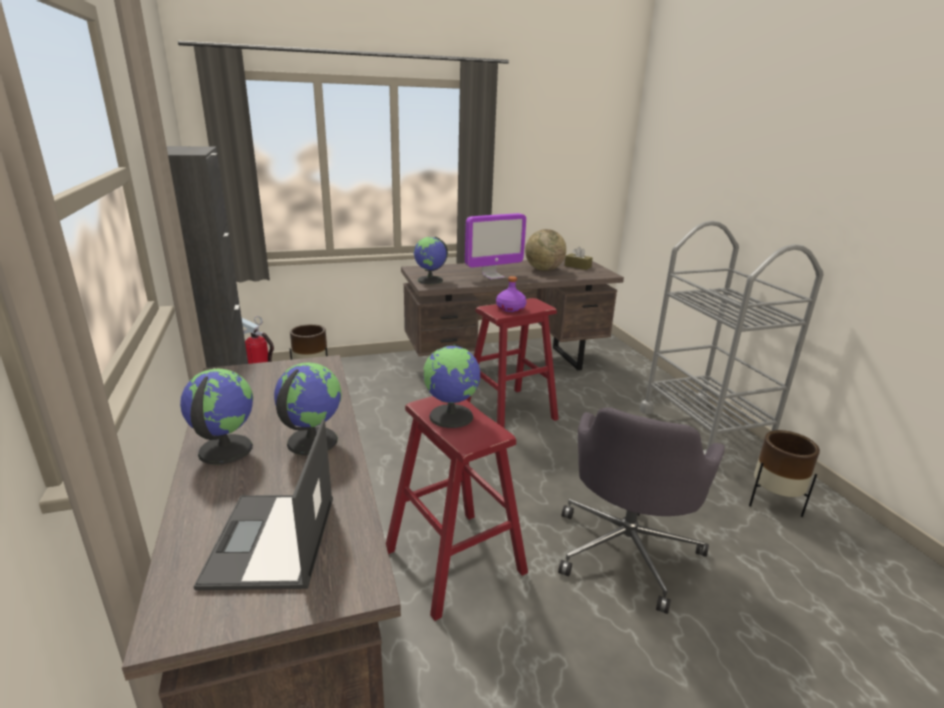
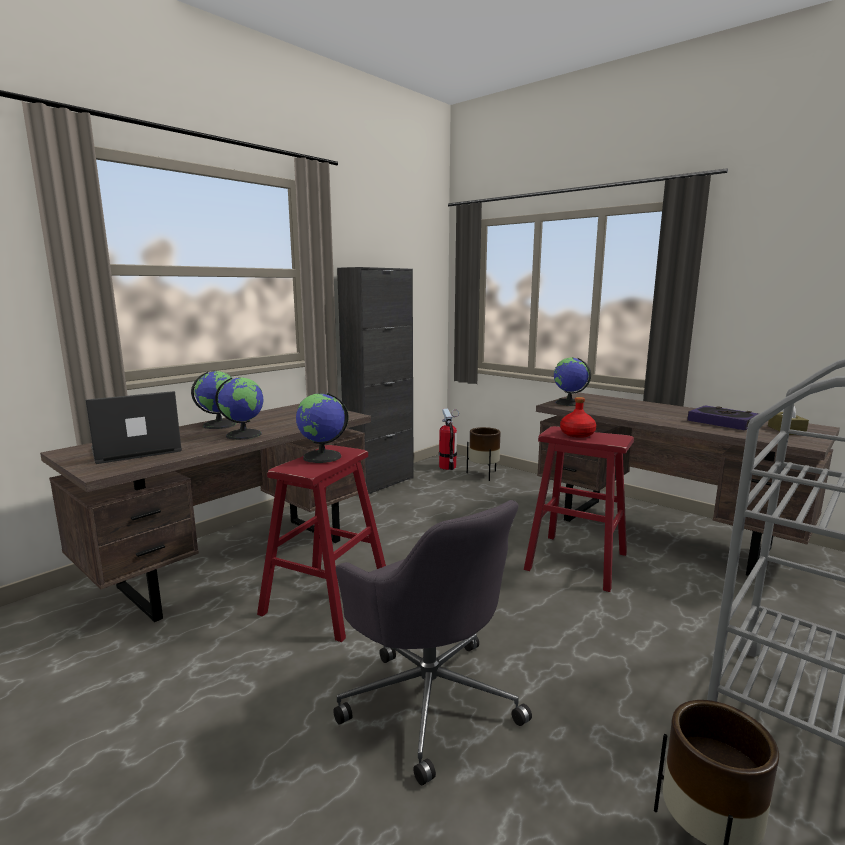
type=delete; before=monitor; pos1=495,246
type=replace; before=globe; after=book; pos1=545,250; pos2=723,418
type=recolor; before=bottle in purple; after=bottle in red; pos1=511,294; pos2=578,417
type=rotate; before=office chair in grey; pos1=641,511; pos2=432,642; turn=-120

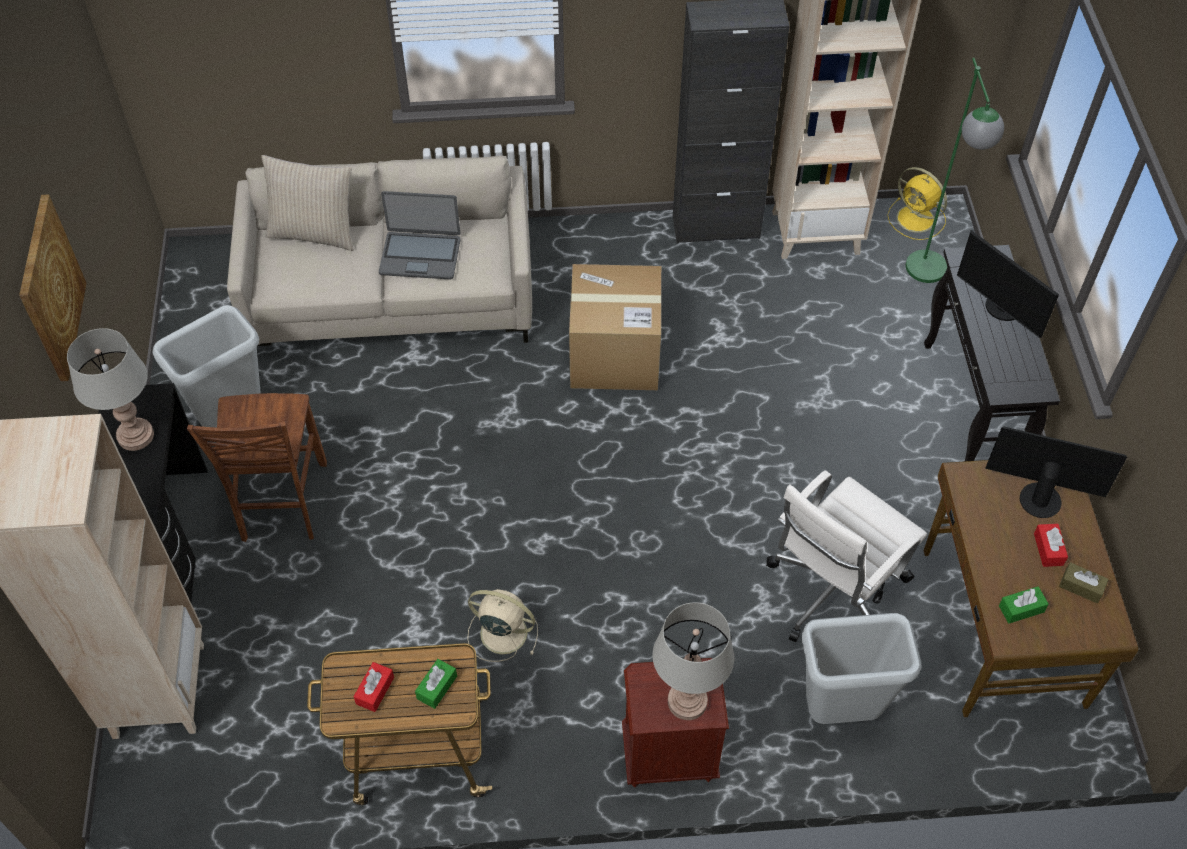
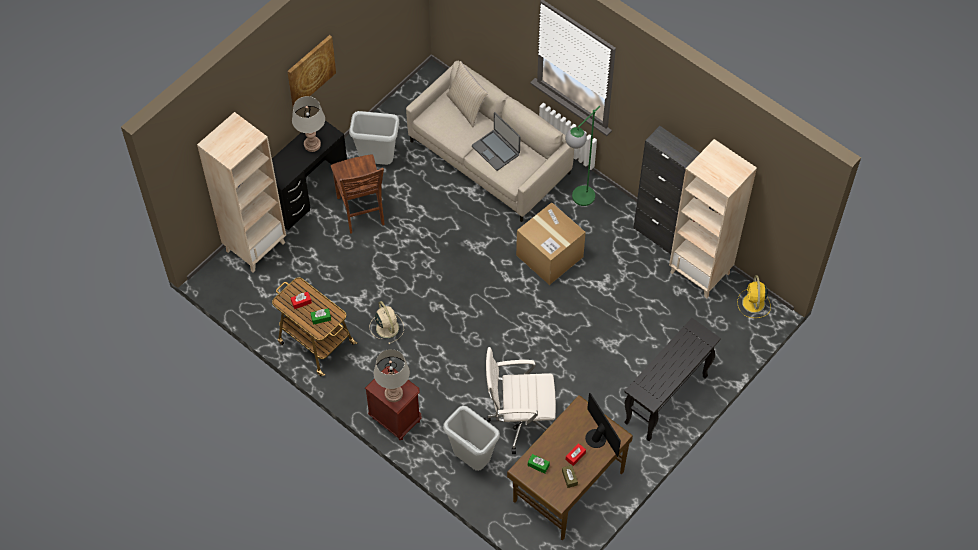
type=delete; before=monitor; pos1=1008,284
type=move; before=floor lamp in green; pos1=955,170; pos2=582,156
type=rotate; before=chair in brown; pos1=257,467; pos2=358,193; turn=-60

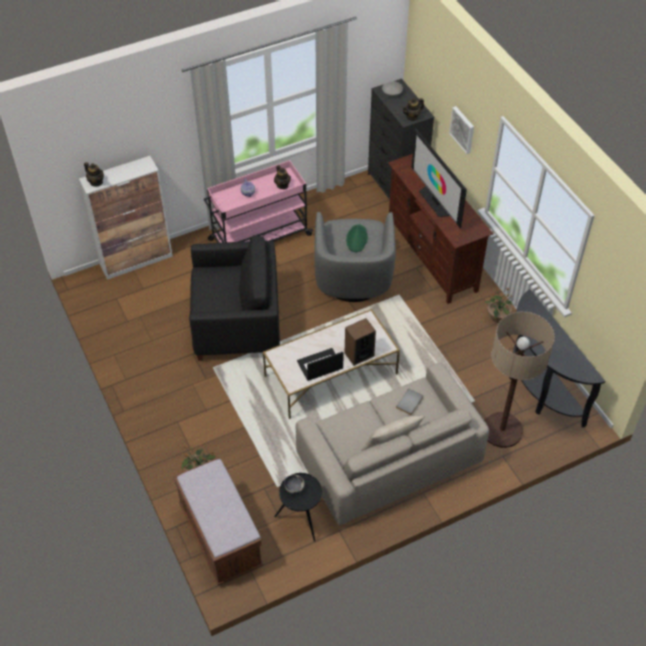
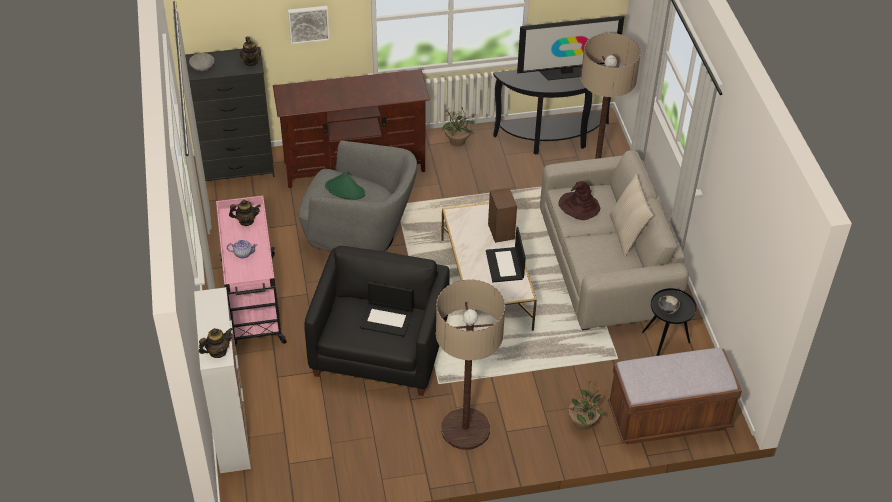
type=insert; after=laptop; pos2=386,309
type=insert; after=floor lamp; pos2=470,365
type=move; before=television; pos1=439,178; pos2=571,48
type=replace; before=book in grey; after=hat in brown; pos1=409,401; pos2=579,200

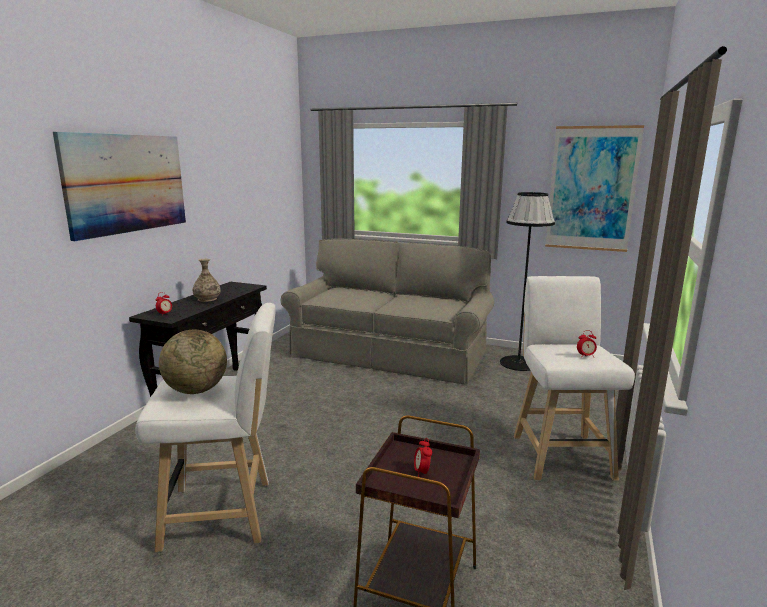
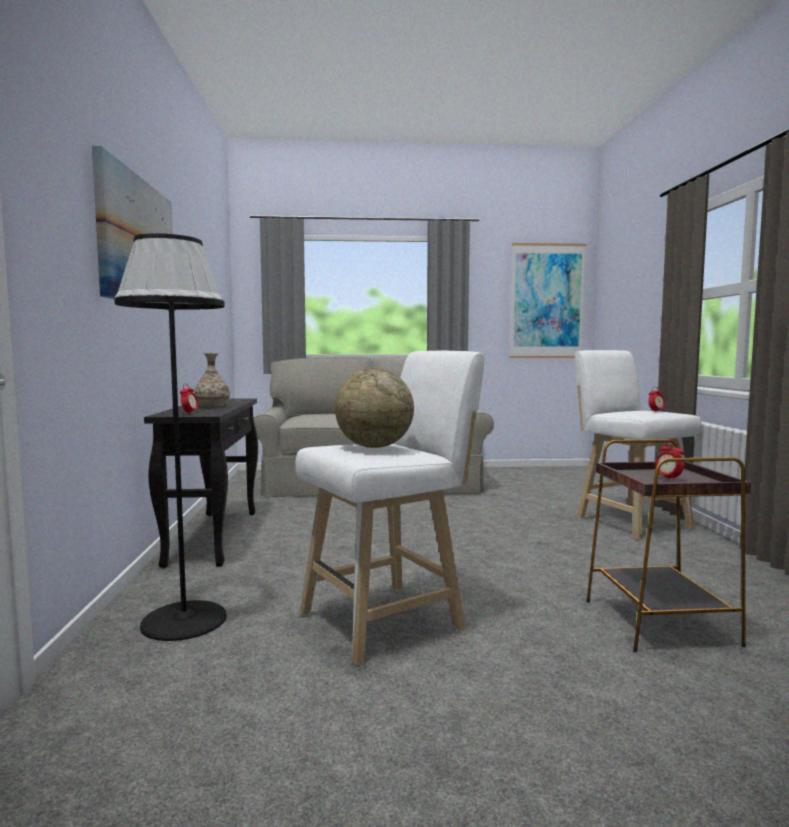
type=move; before=floor lamp in black; pos1=527,281; pos2=170,437

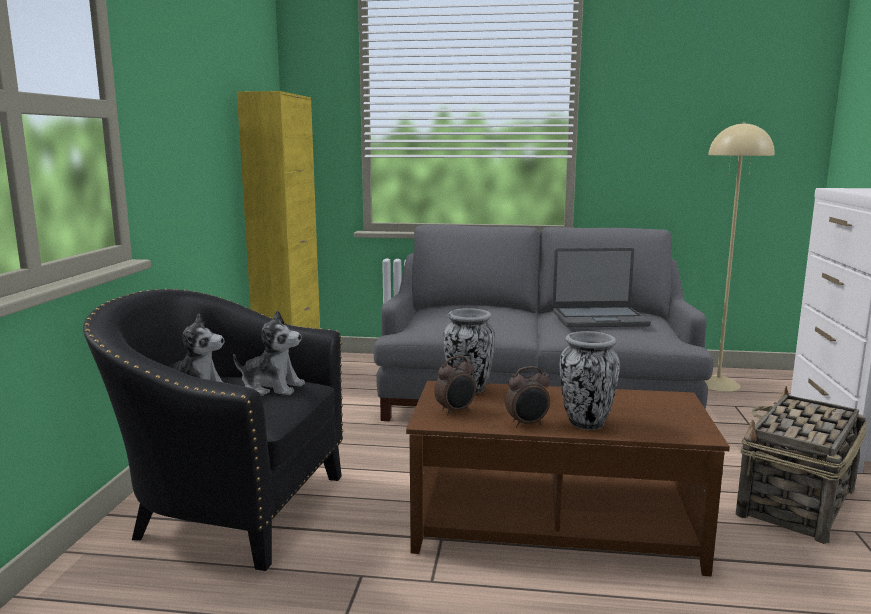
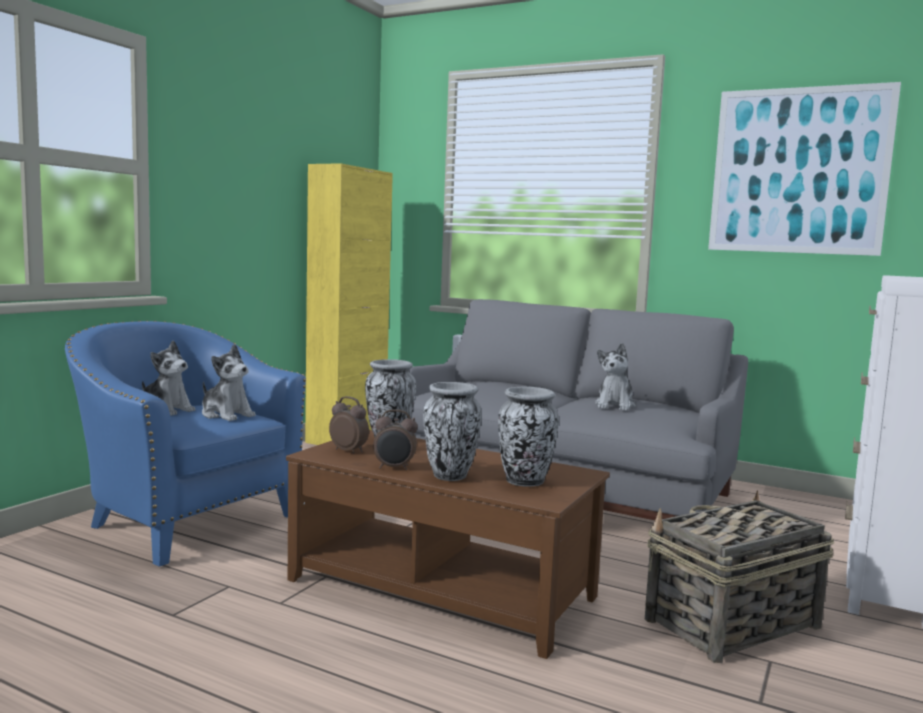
type=delete; before=floor lamp in beige; pos1=739,256
type=insert; after=vase; pos2=528,437
type=insert; after=picture; pos2=804,169
type=replace; before=laptop; after=plush toy; pos1=602,288; pos2=615,377
type=recolor; before=armchair in black; after=armchair in blue; pos1=213,429; pos2=185,444
type=rotate; before=alarm clock; pos1=455,385; pos2=349,425; turn=-135

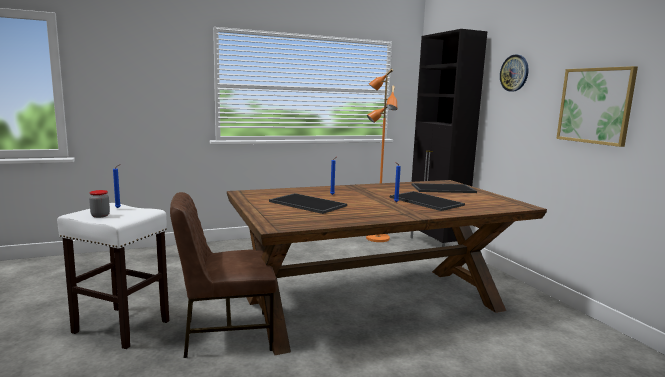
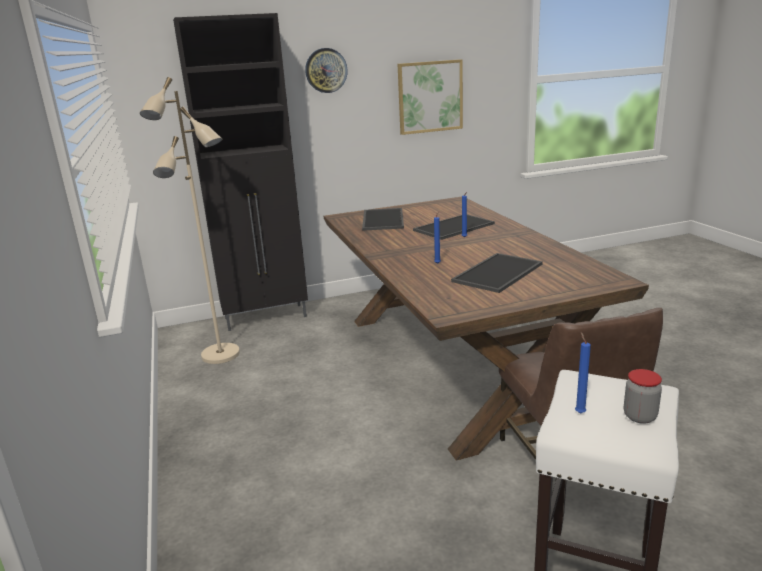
type=recolor; before=floor lamp in orange; after=floor lamp in beige; pos1=381,155; pos2=190,220

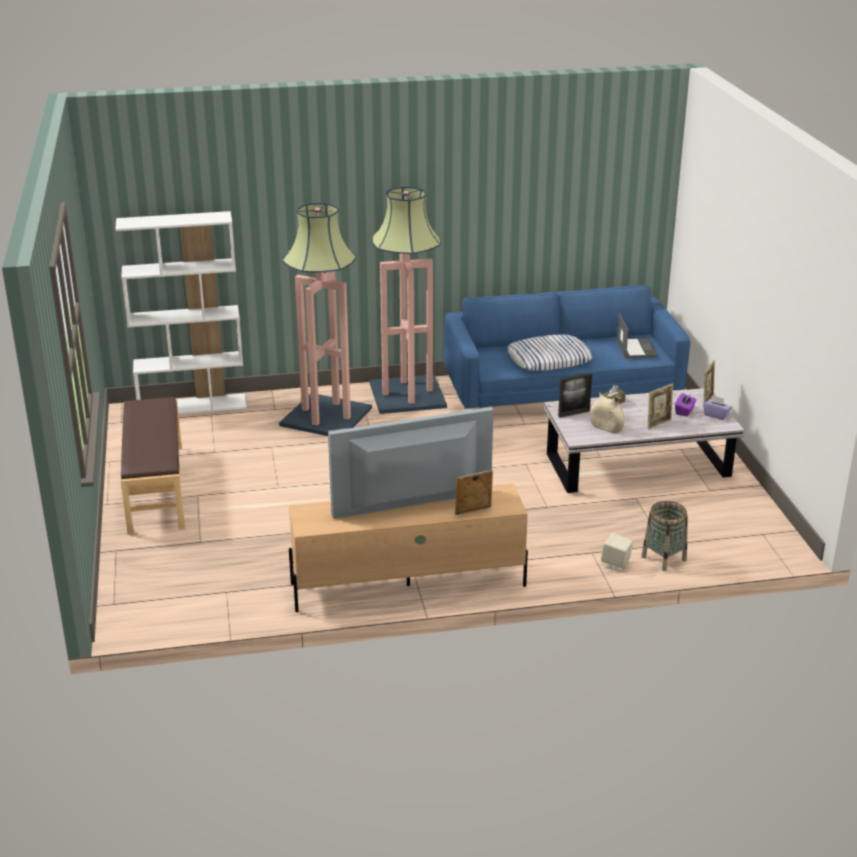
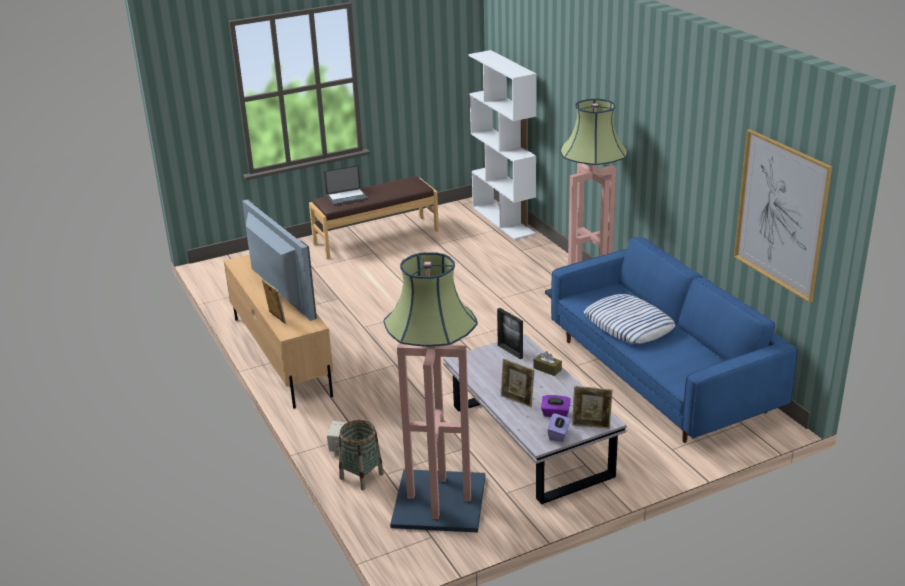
type=delete; before=vase in beige; pos1=607,412
type=insert; after=picture; pos2=783,216
type=move; before=floor lamp; pos1=325,319; pos2=434,392
type=move; before=laptop; pos1=637,336; pos2=346,185

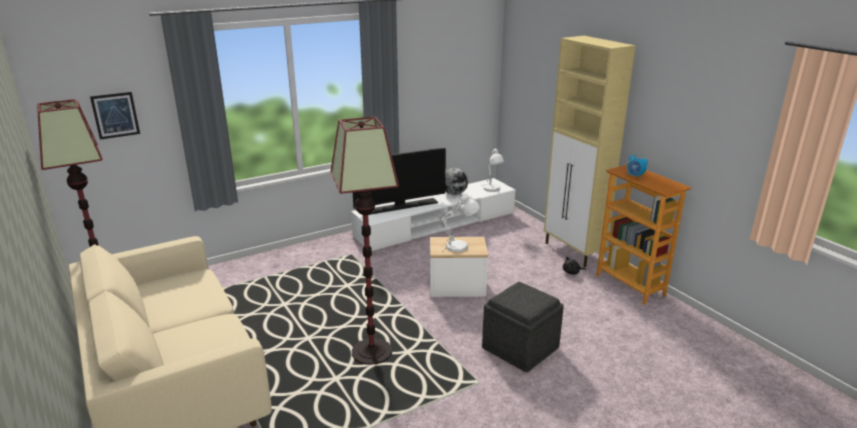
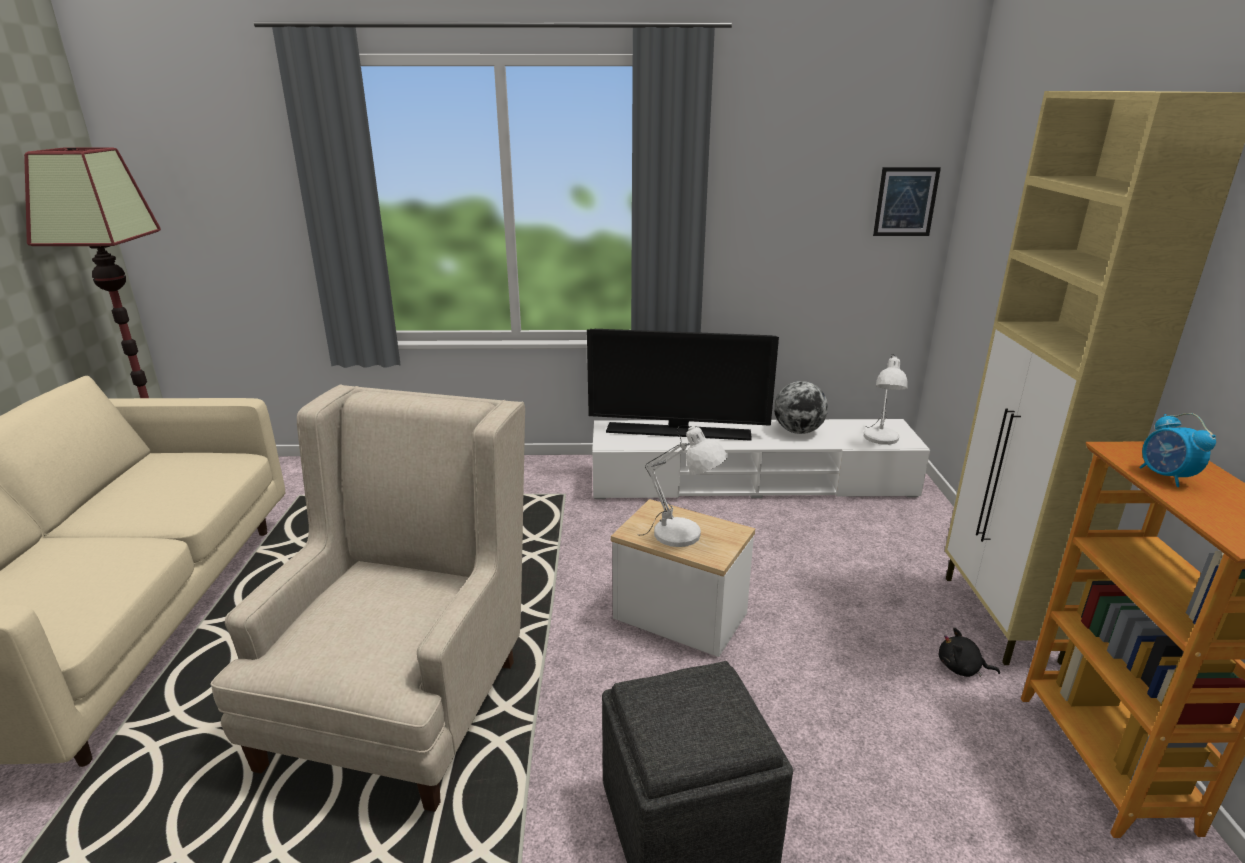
type=move; before=picture; pos1=115,116; pos2=907,201
type=replace; before=floor lamp; after=armchair in beige; pos1=365,241; pos2=367,598

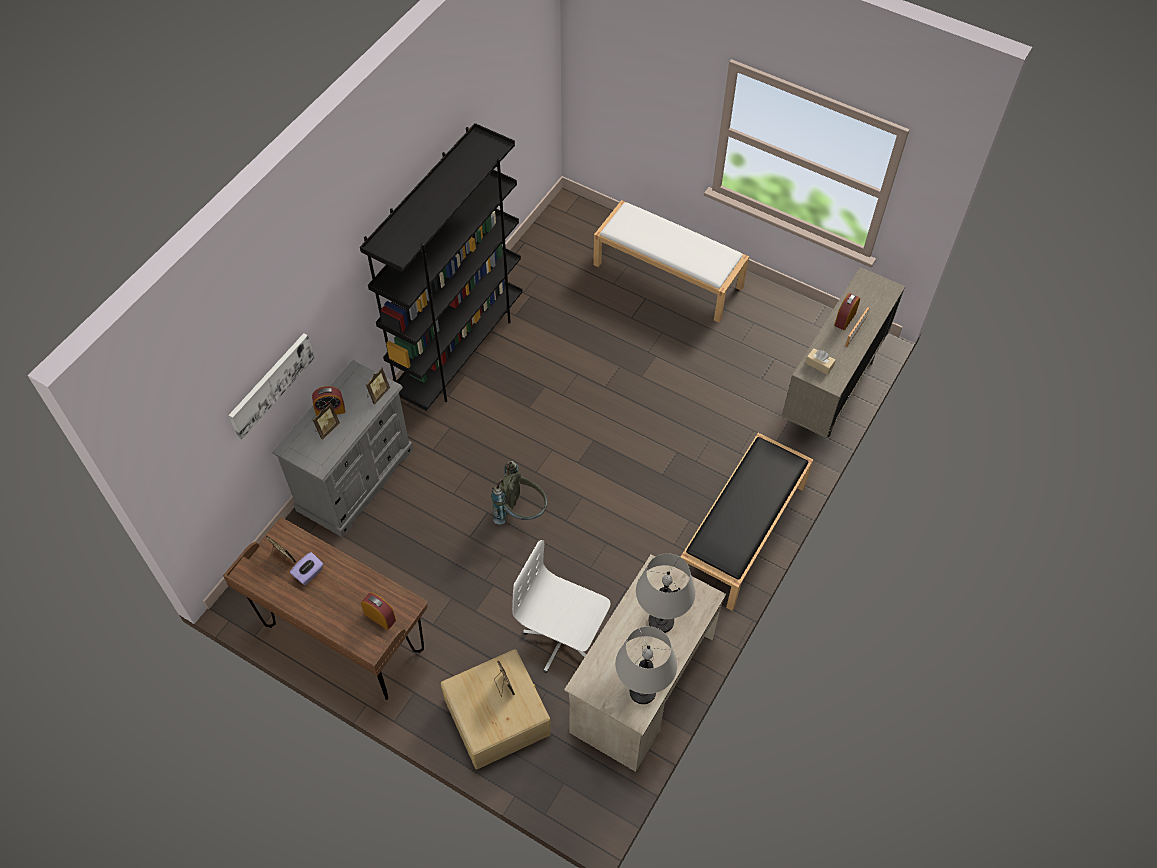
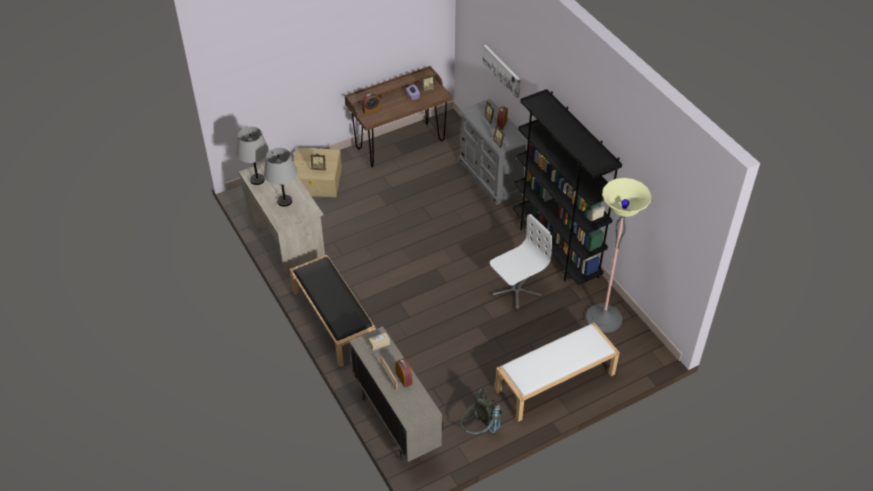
type=insert; after=floor lamp; pos2=618,255
type=move; before=backpack in grey; pos1=519,493; pos2=481,412
type=move; before=office chair in white; pos1=561,606; pos2=521,262

